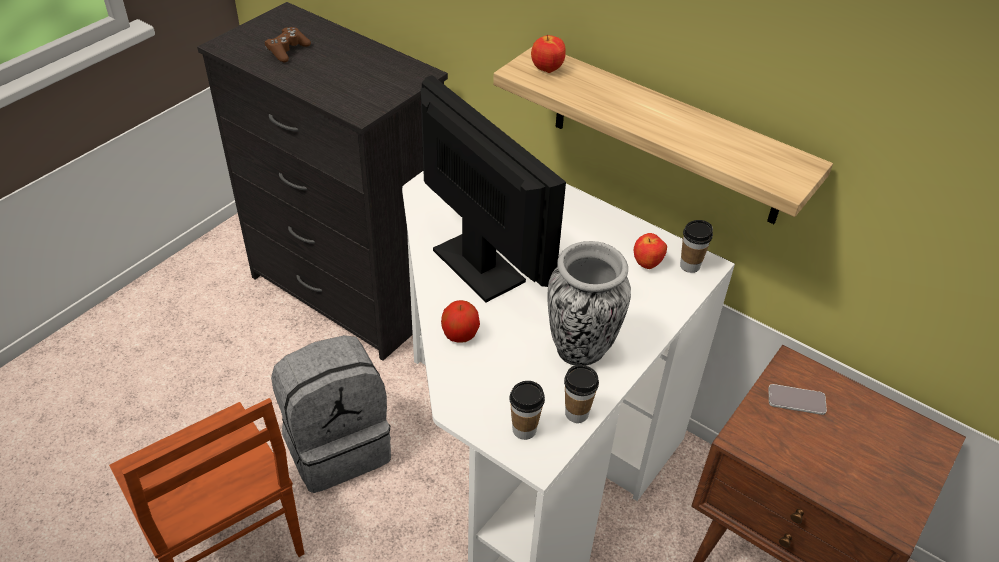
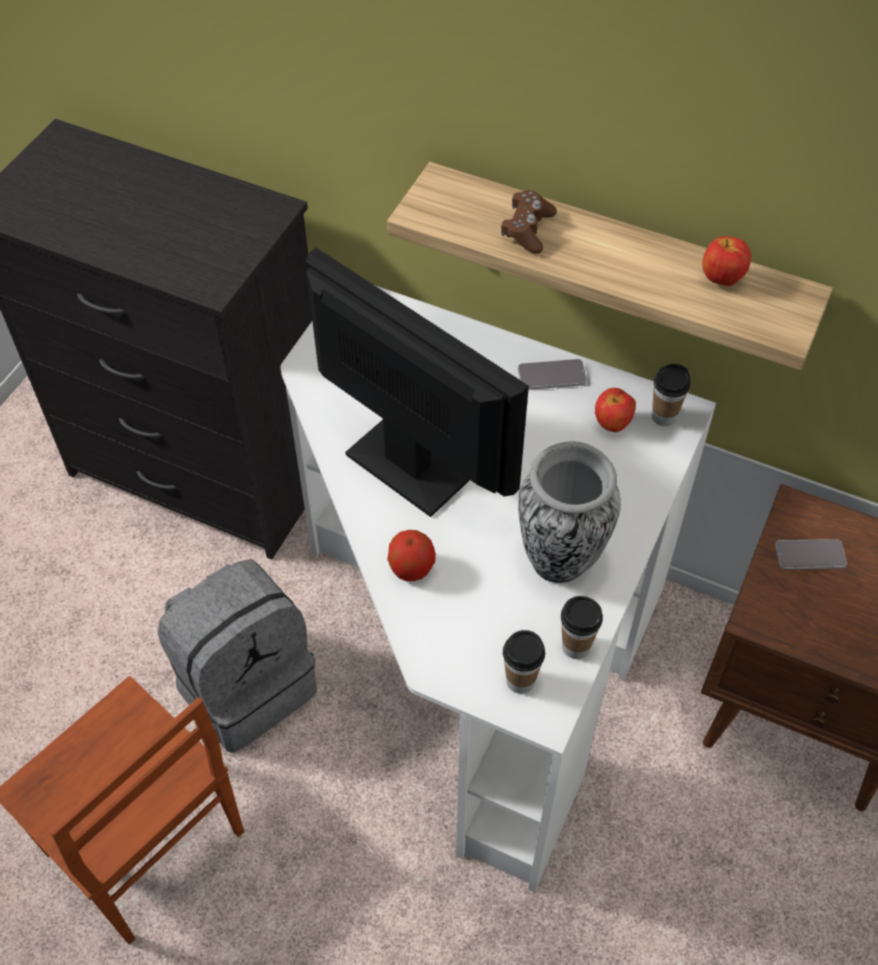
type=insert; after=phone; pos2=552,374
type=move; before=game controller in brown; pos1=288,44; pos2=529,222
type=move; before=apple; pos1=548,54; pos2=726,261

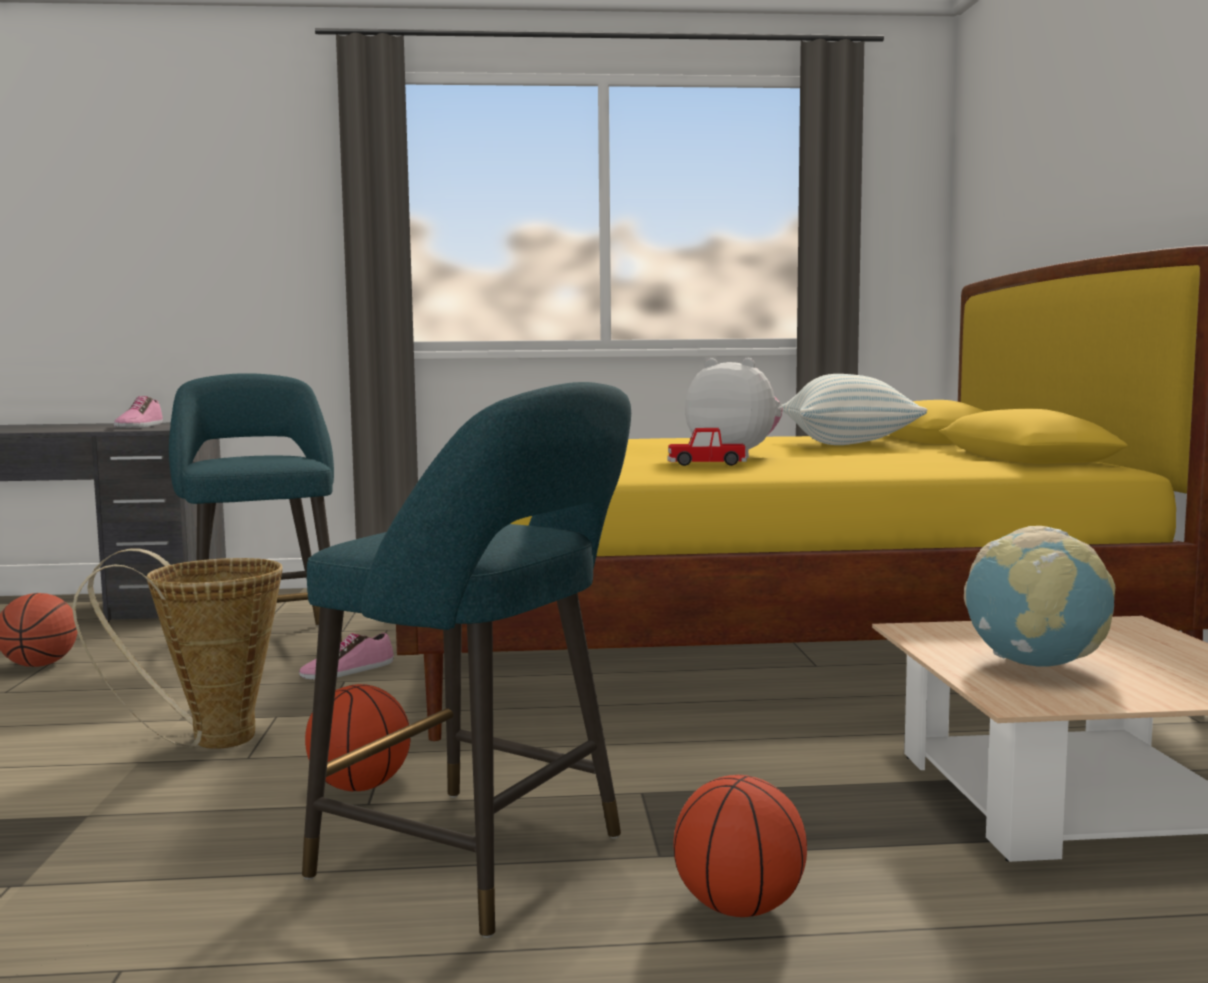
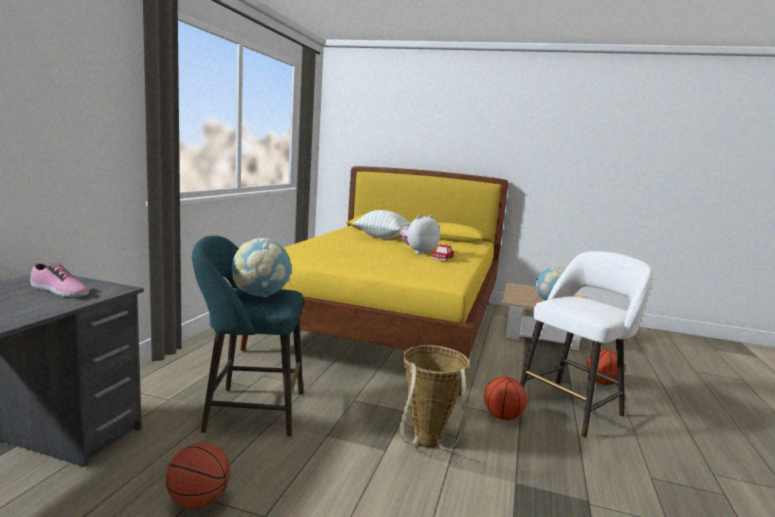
type=delete; before=shoe; pos1=346,656
type=insert; after=globe; pos2=262,267
type=recolor; before=stool in turquoise; after=stool in white; pos1=466,660; pos2=586,344

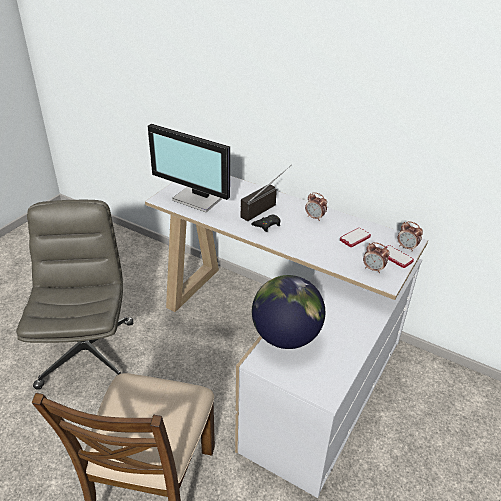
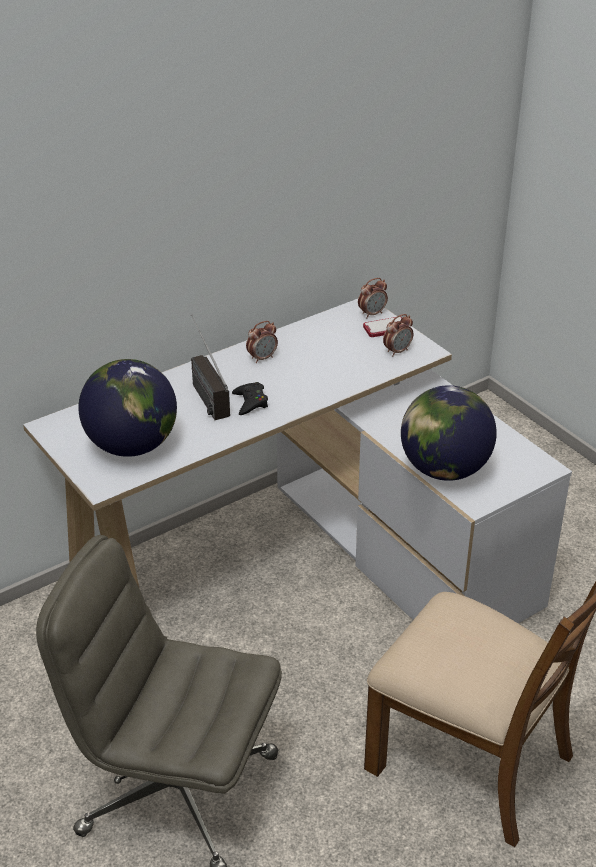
type=delete; before=phone; pos1=355,237
type=replace; before=monitor; after=globe; pos1=189,168; pos2=127,408

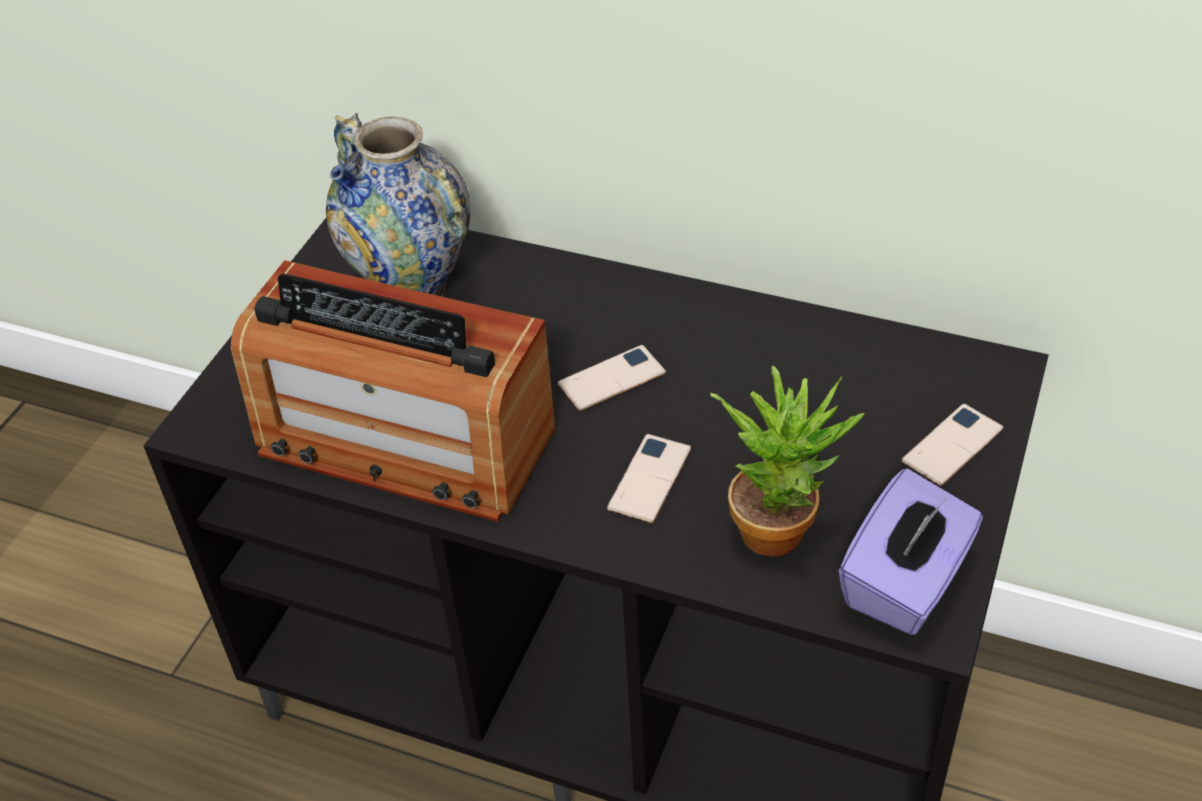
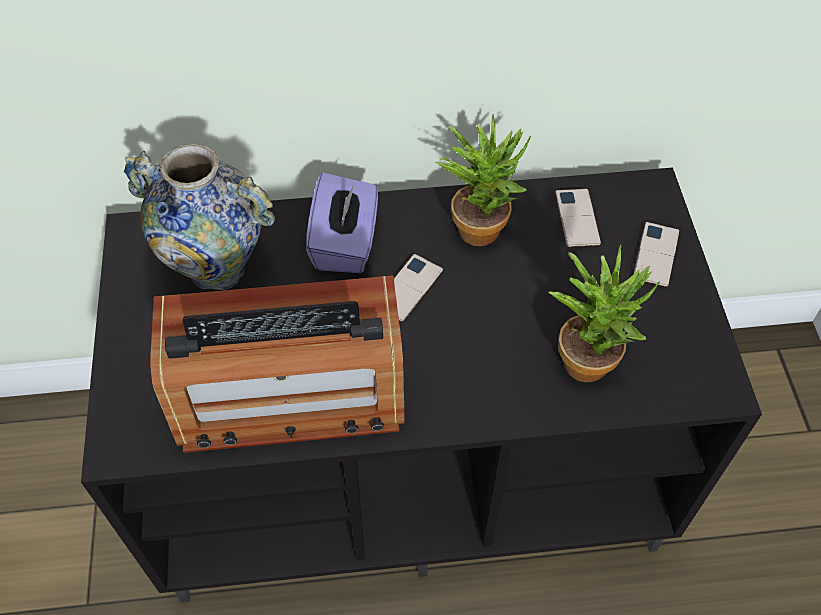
type=insert; after=potted plant; pos2=483,180
type=move; before=phone; pos1=649,478; pos2=578,218
type=move; before=tissue box in purple; pos1=911,551; pos2=342,223

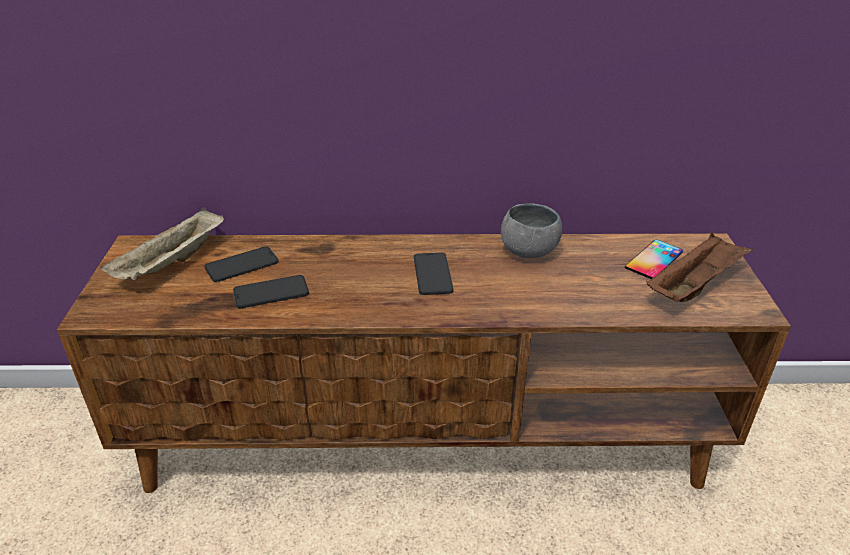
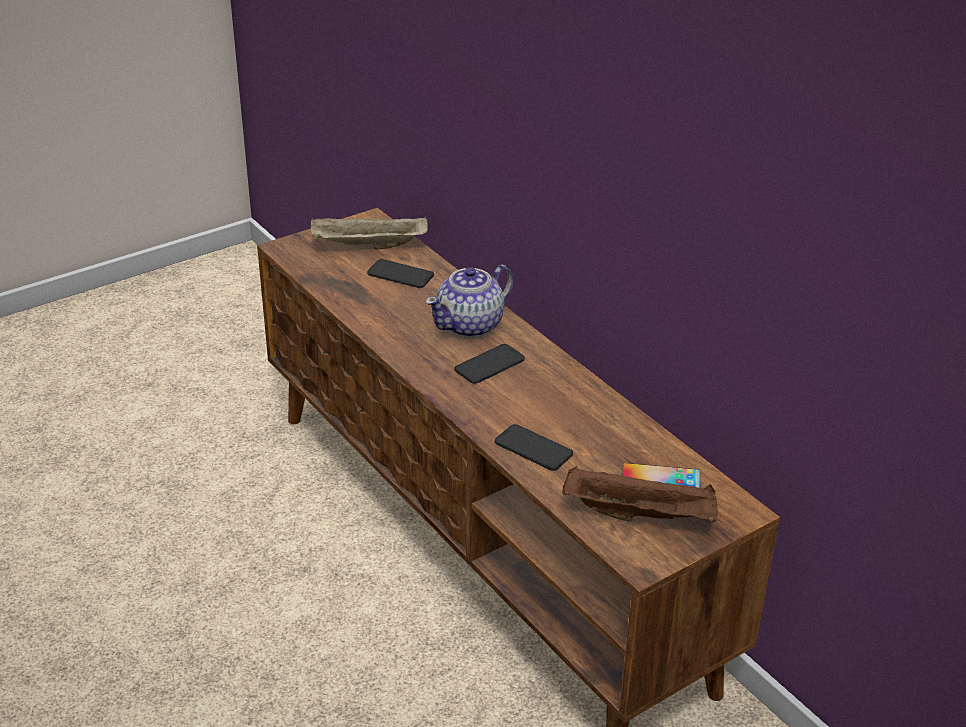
type=delete; before=bowl in grey; pos1=531,230
type=insert; after=teapot; pos2=469,301
type=move; before=phone; pos1=271,291; pos2=534,447

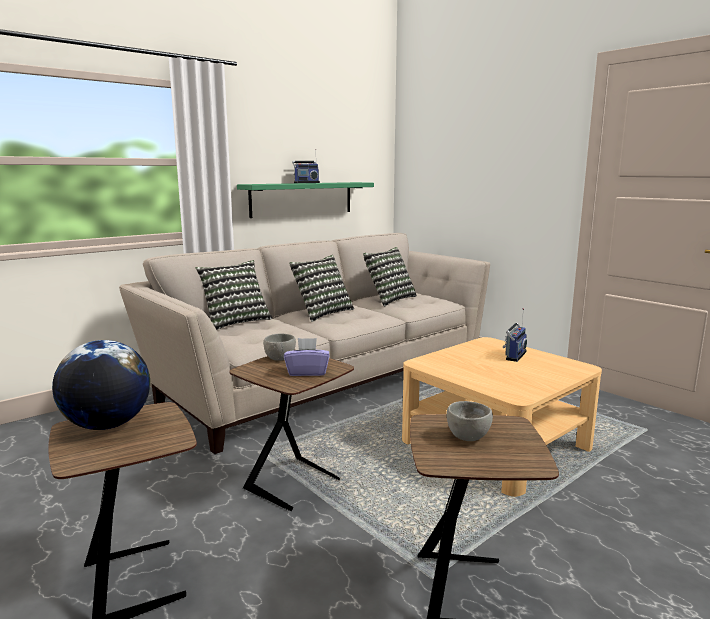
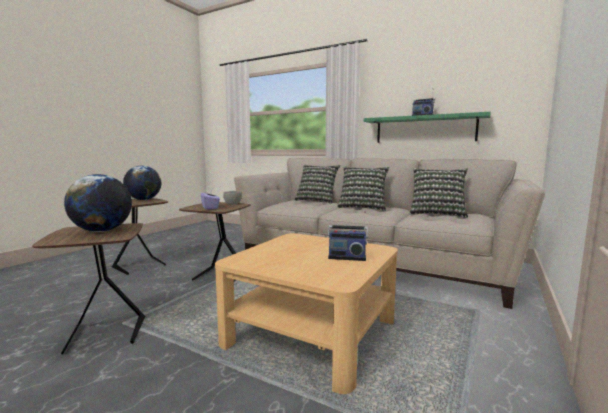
type=replace; before=bowl in grey; after=globe; pos1=469,421; pos2=98,203

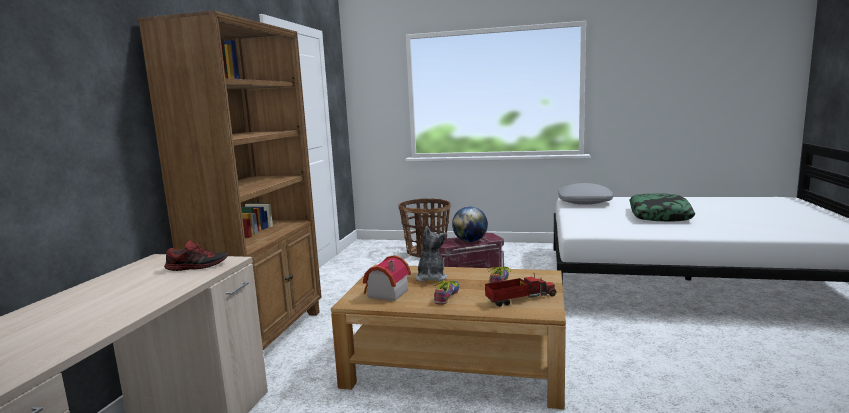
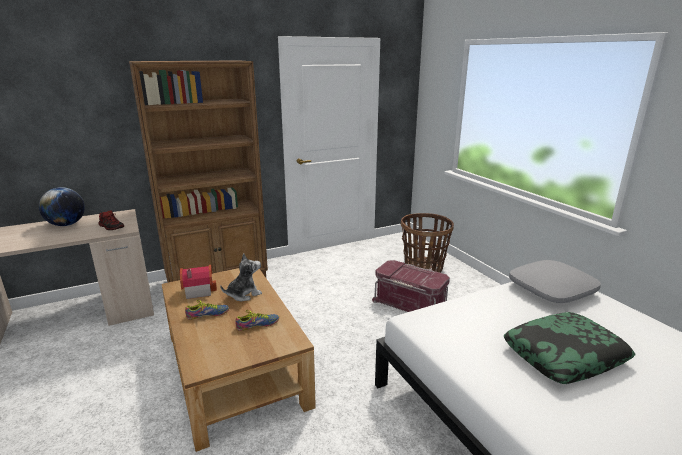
type=delete; before=toy truck; pos1=521,290
type=move; before=globe; pos1=470,224; pos2=62,206

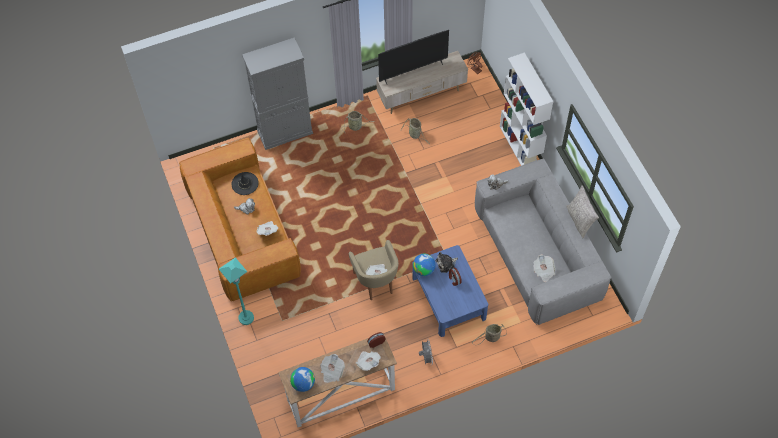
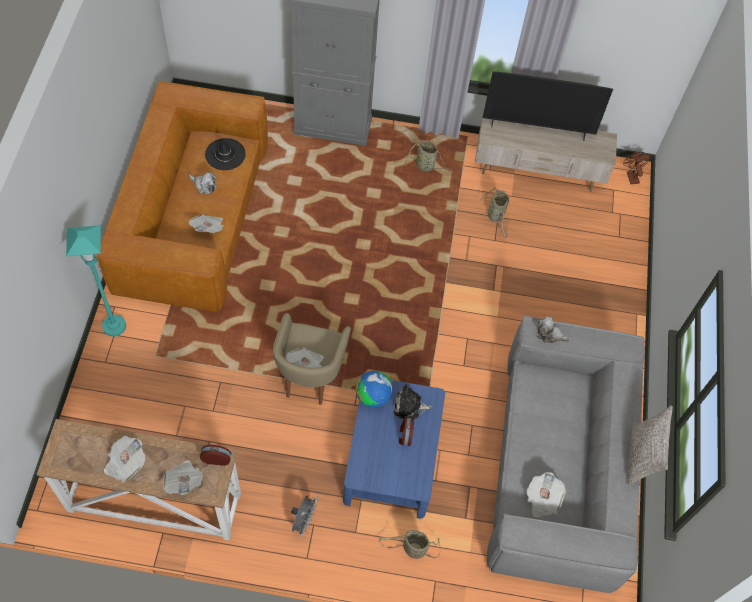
type=delete; before=globe; pos1=302,379
type=delete; before=bookcase in white; pos1=526,109

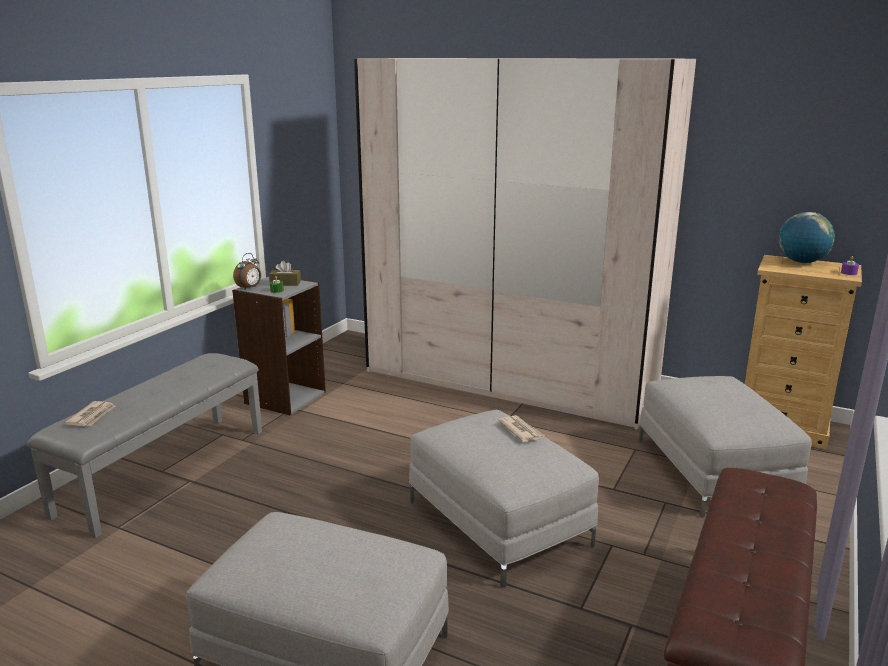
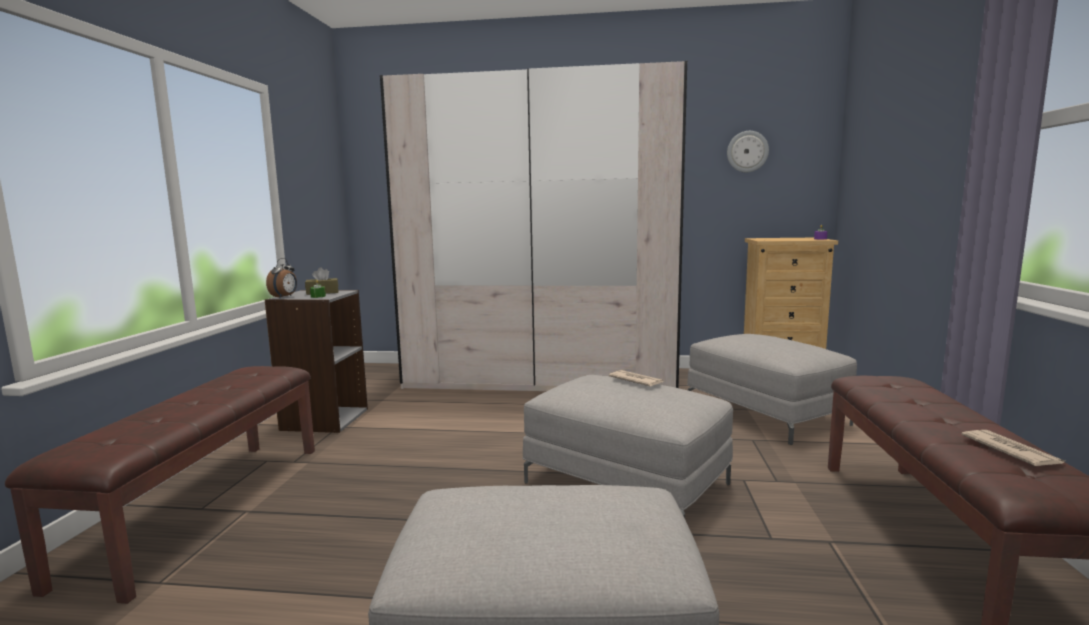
type=delete; before=globe; pos1=807,237
type=insert; after=wall clock; pos2=748,152
type=move; before=newspaper; pos1=90,413; pos2=1013,448
type=recolor; before=bench in grey; after=bench in brown; pos1=144,445; pos2=160,485

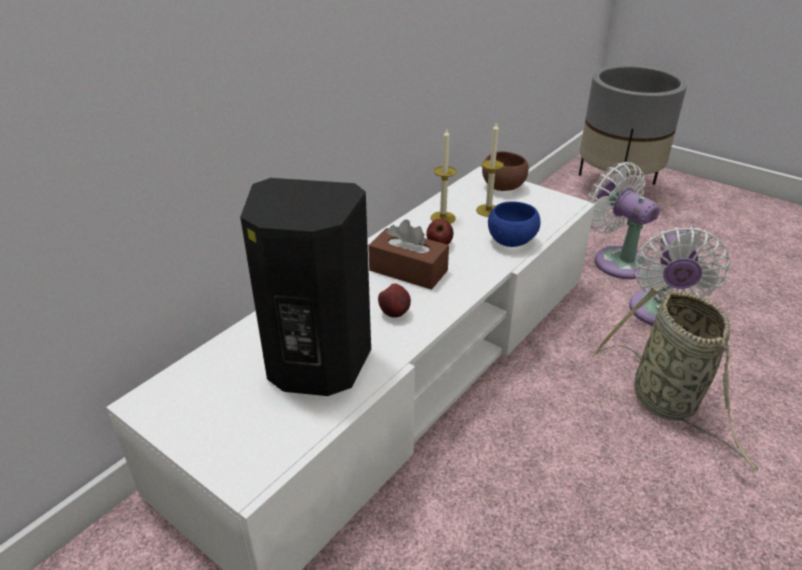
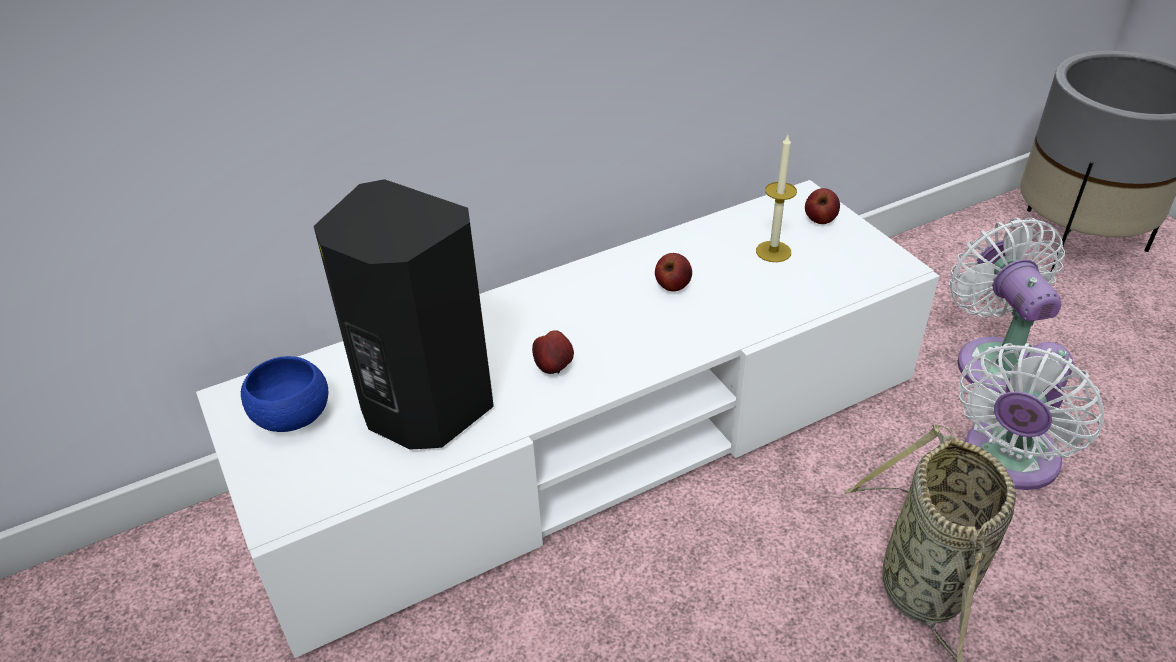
type=delete; before=tissue box in brown; pos1=408,254
type=delete; before=candle; pos1=443,176
type=move; before=bowl in blue; pos1=514,224; pos2=284,394
type=replace; before=bowl in brown; after=apple; pos1=505,171; pos2=822,206

